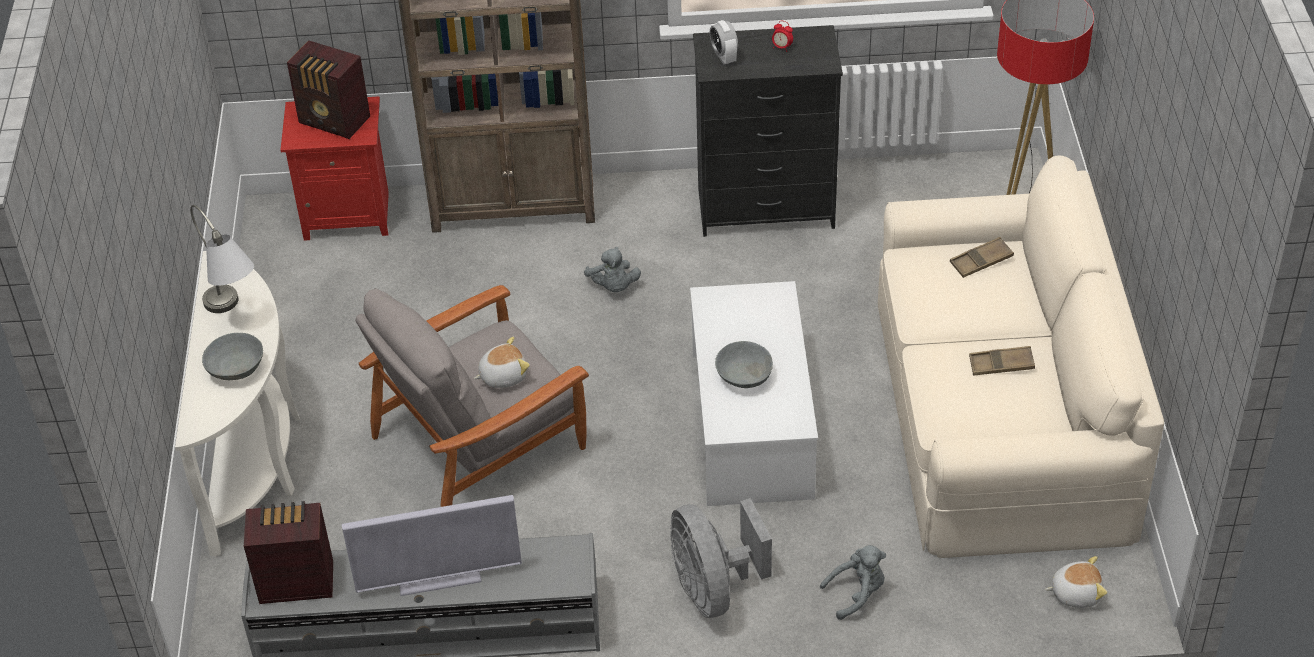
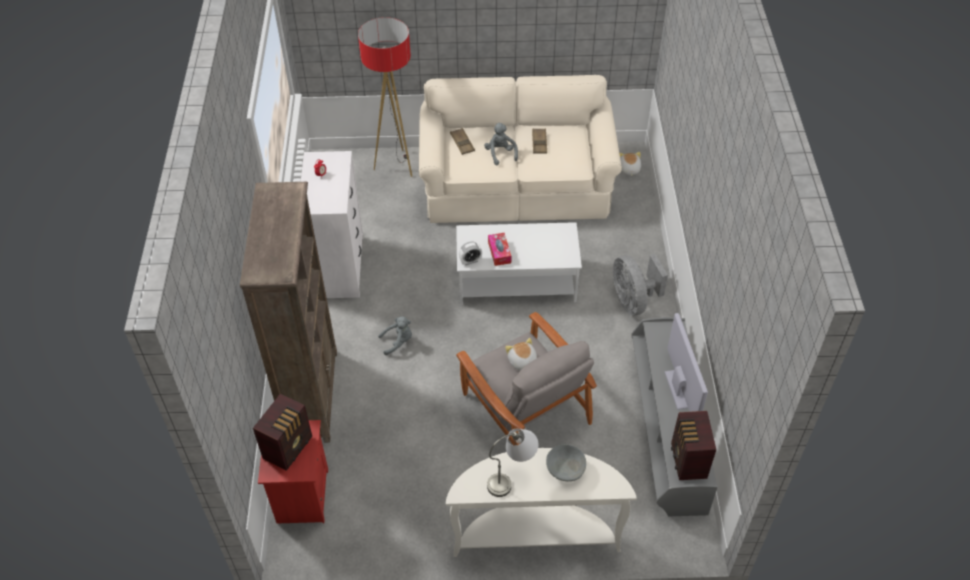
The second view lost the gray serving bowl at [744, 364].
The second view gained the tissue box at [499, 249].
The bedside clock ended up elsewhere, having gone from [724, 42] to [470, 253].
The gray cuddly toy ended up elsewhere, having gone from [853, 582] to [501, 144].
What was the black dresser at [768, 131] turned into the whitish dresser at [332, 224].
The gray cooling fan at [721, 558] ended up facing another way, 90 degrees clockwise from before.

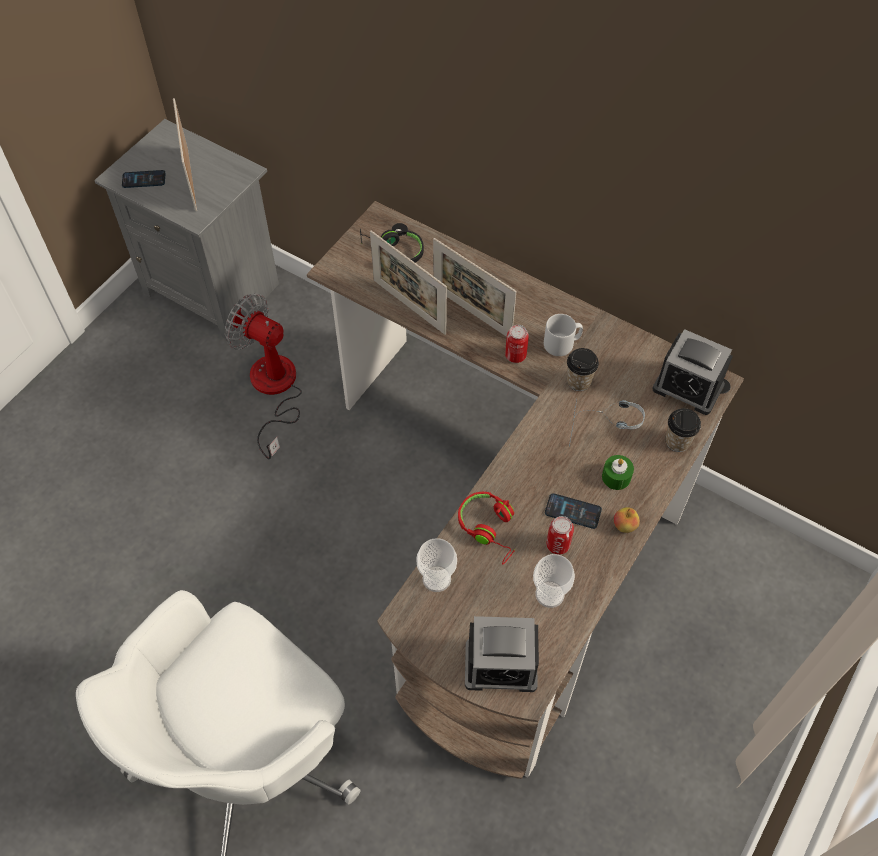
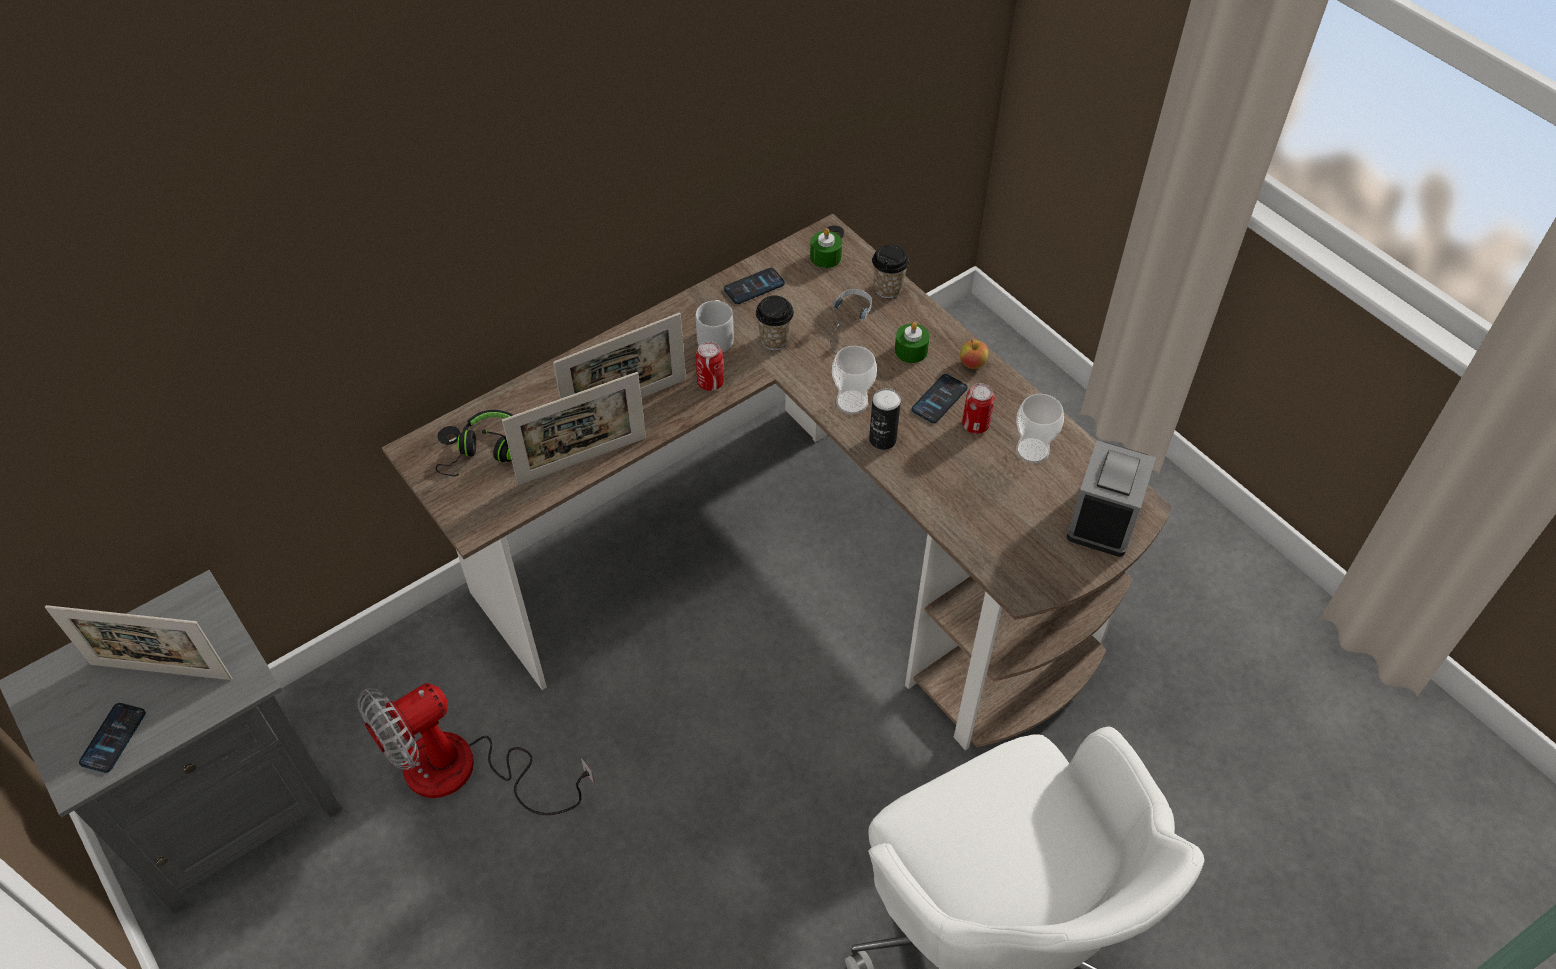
The second view lost the red headset at [487, 528].
The second view gained the handset at [754, 286].
The second view gained the sealed can at [885, 419].
The small cup ended up elsewhere, having gone from [436, 565] to [854, 380].
Where the bedside clock stood at [692, 372], the greenish wax candle came to stand at [826, 248].

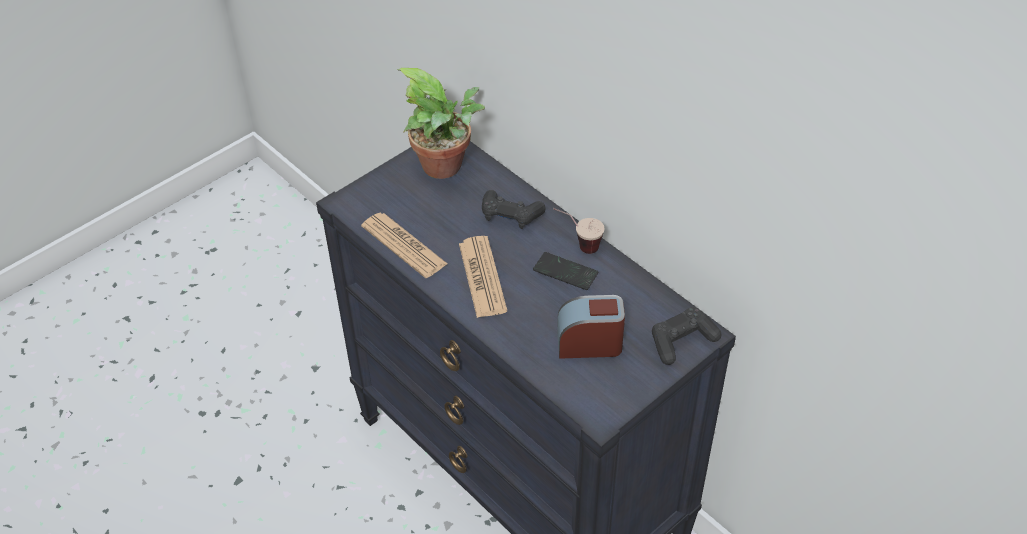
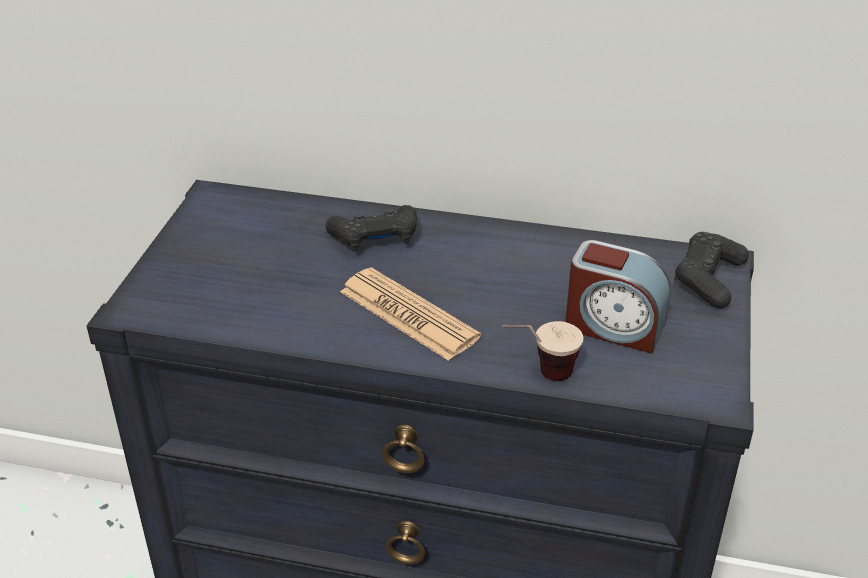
The second view lost the newspaper at [404, 245].
The second view lost the plant in a pot at [440, 123].
The second view lost the handset at [565, 271].
The small cup ended up elsewhere, having gone from [578, 231] to [542, 351].
The bedside clock at [591, 327] ended up facing another way, 120 degrees counterclockwise from before.

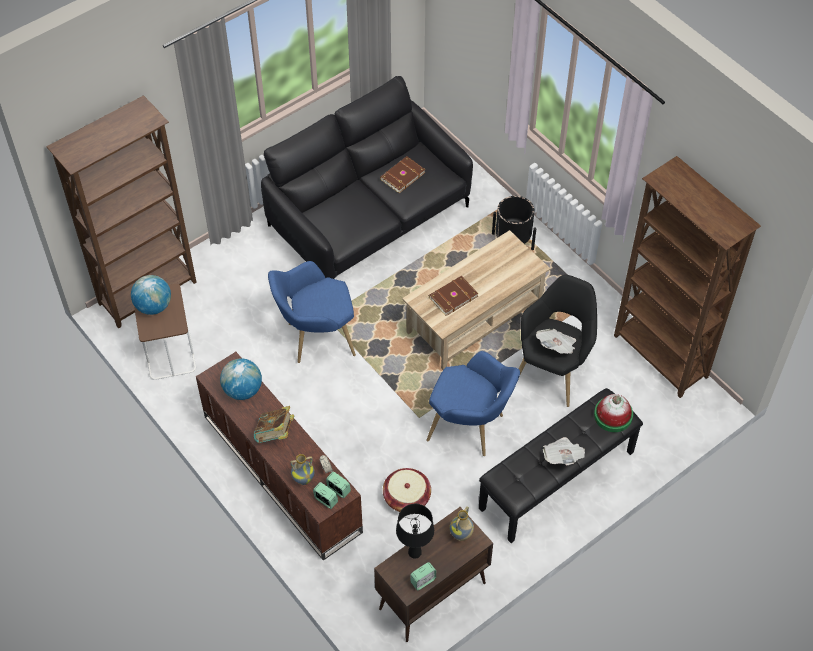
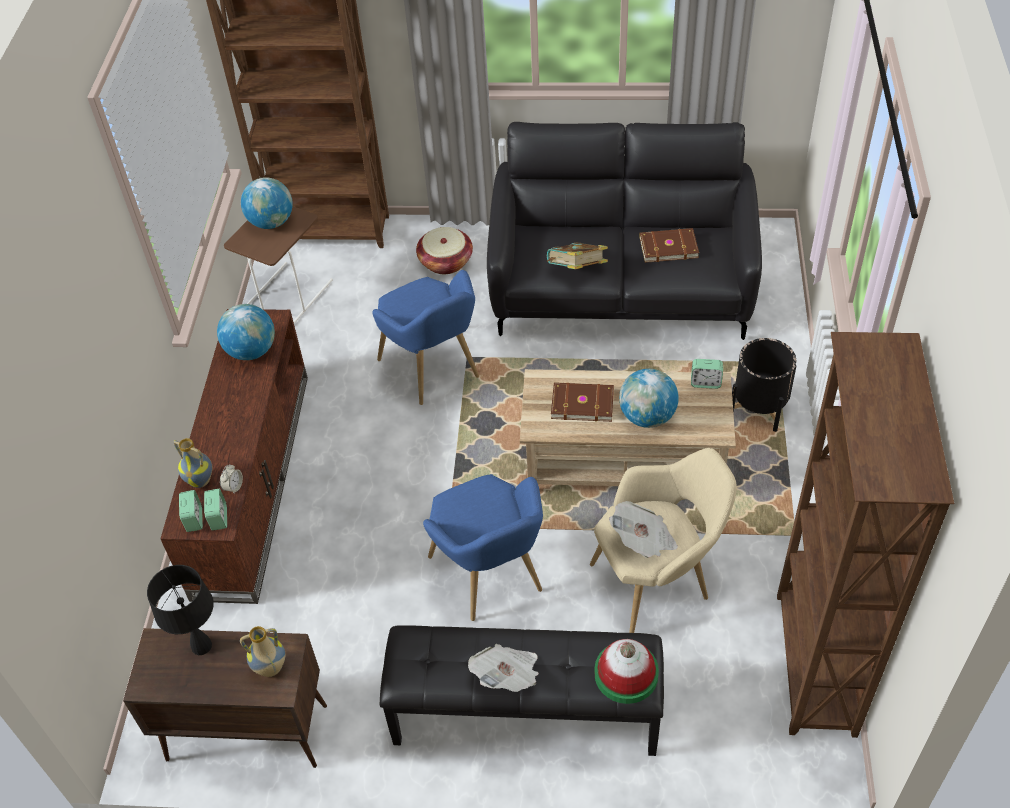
The second view gained the world globe at [648, 398].
The volume ended up elsewhere, having gone from [274, 424] to [577, 255].
The household basket ended up elsewhere, having gone from [407, 490] to [444, 250].
The bedside clock ended up elsewhere, having gone from [423, 576] to [707, 374].
What was the black lounge chair at [558, 341] turned into the sand-coloured lounge chair at [663, 540].
The blue-coloured lounge chair at [312, 312] ended up facing another way, 150 degrees counterclockwise from before.

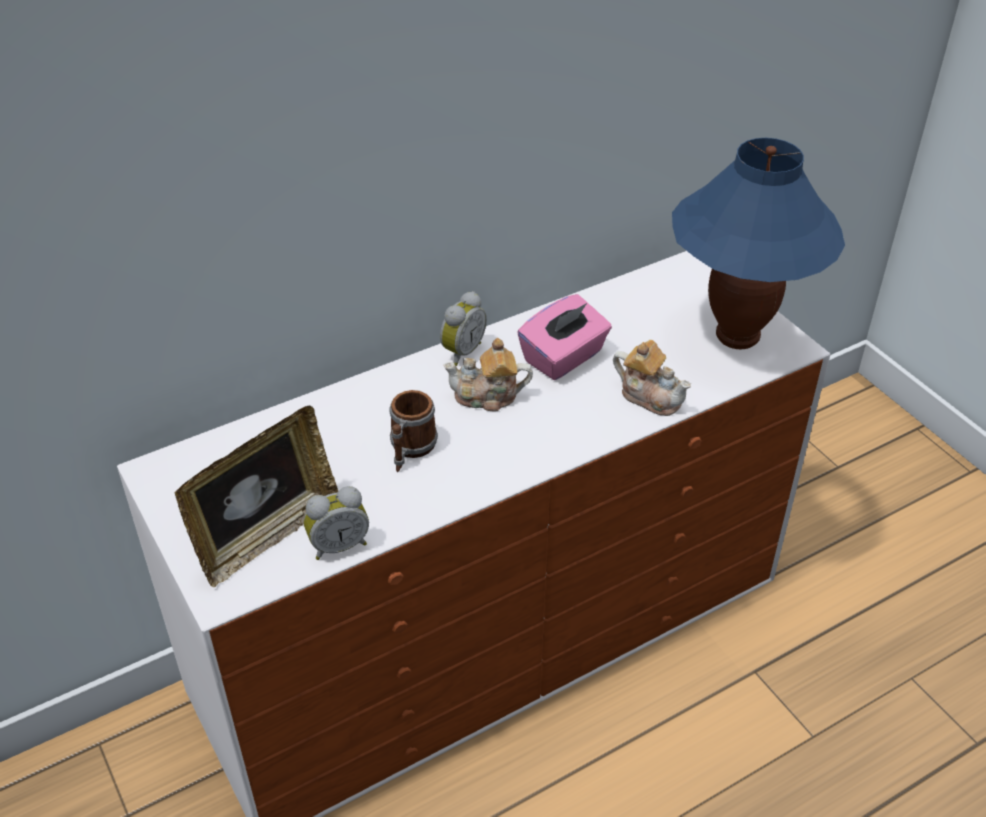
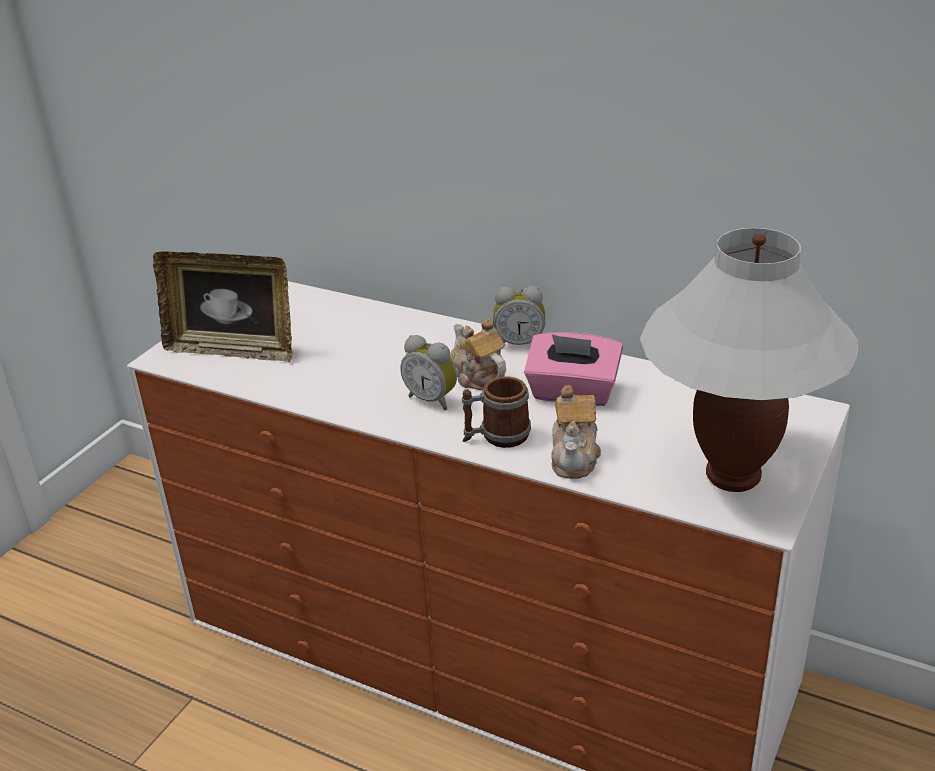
The bedside clock ended up elsewhere, having gone from [336, 523] to [428, 372].
The coffee mug ended up elsewhere, having gone from [413, 431] to [496, 412].
What was the blue-coloured table lamp at [758, 243] turned into the whitish table lamp at [749, 360].

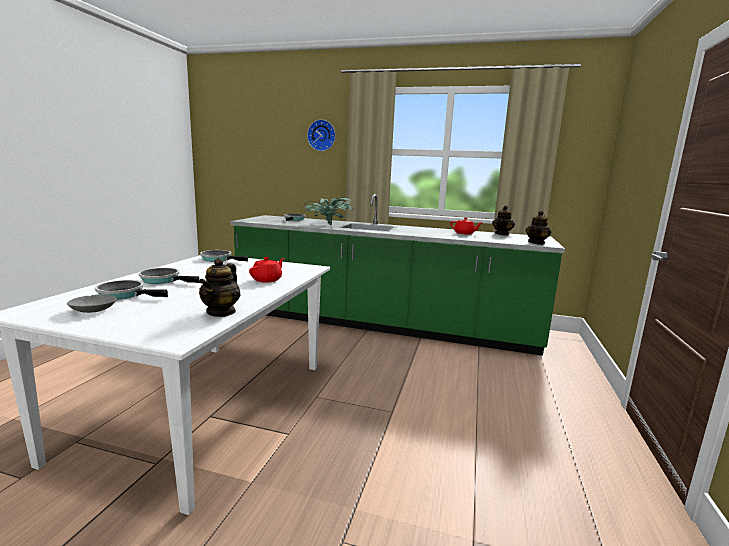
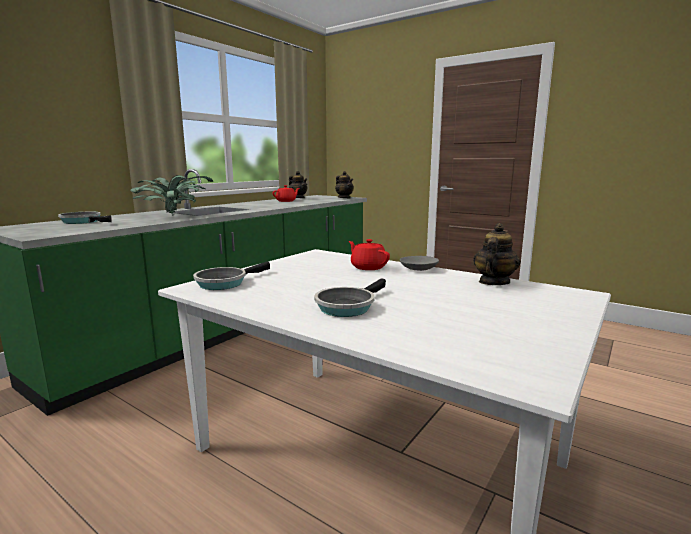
The second view lost the skillet at [131, 290].
The second view lost the hanging clock at [321, 135].
The gray serving bowl ended up elsewhere, having gone from [92, 303] to [419, 263].
The teapot at [220, 287] ended up facing another way, 90 degrees counterclockwise from before.

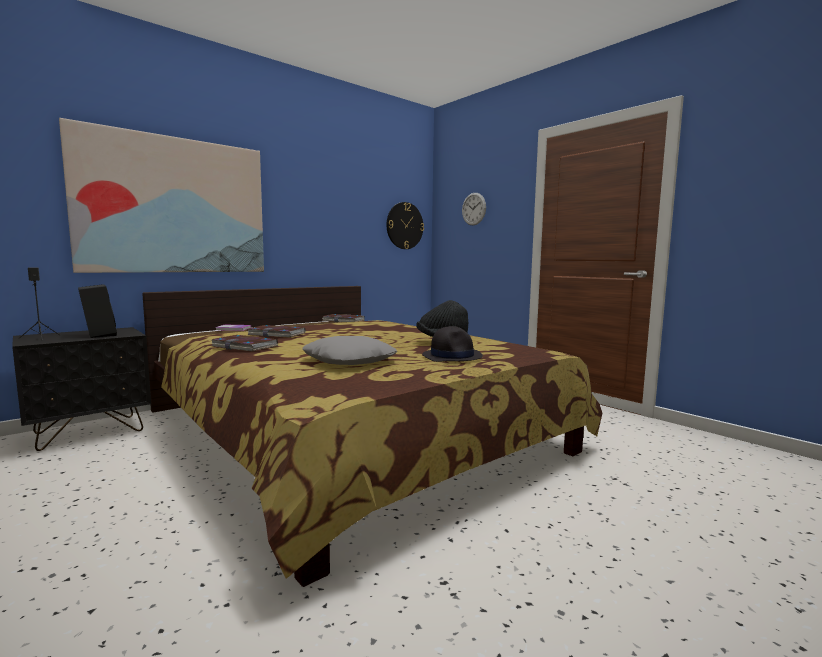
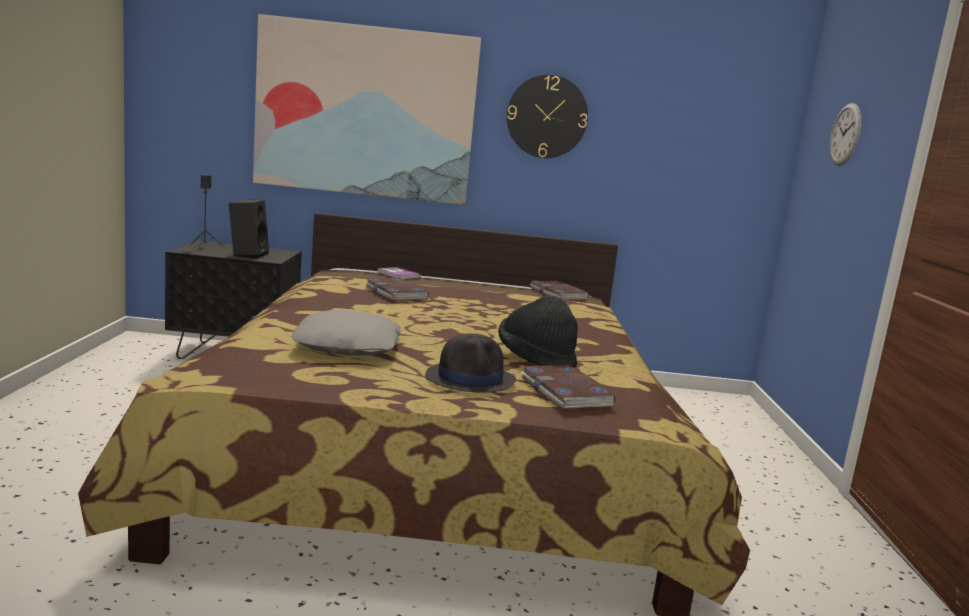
The volume ended up elsewhere, having gone from [245, 343] to [567, 387].
The hanging clock ended up elsewhere, having gone from [405, 225] to [547, 116].

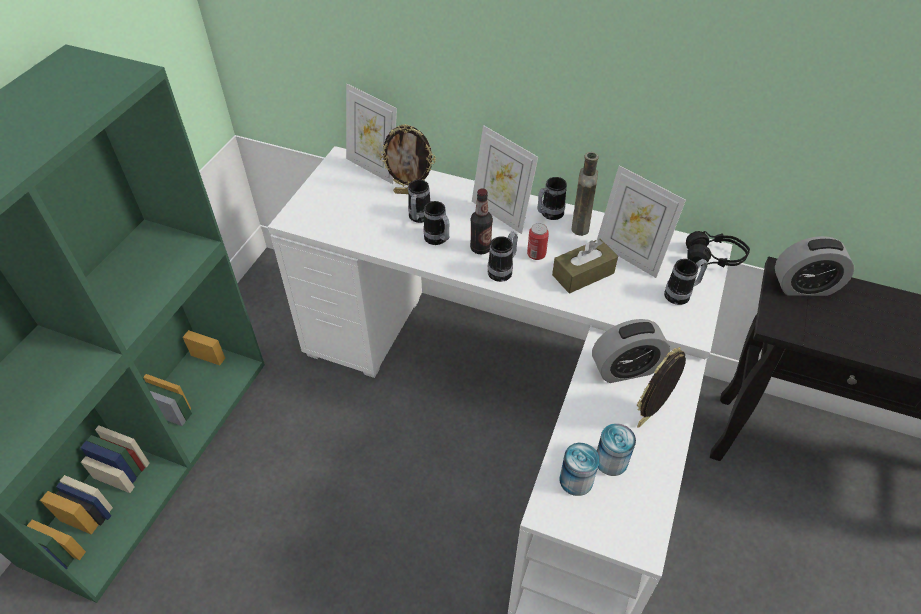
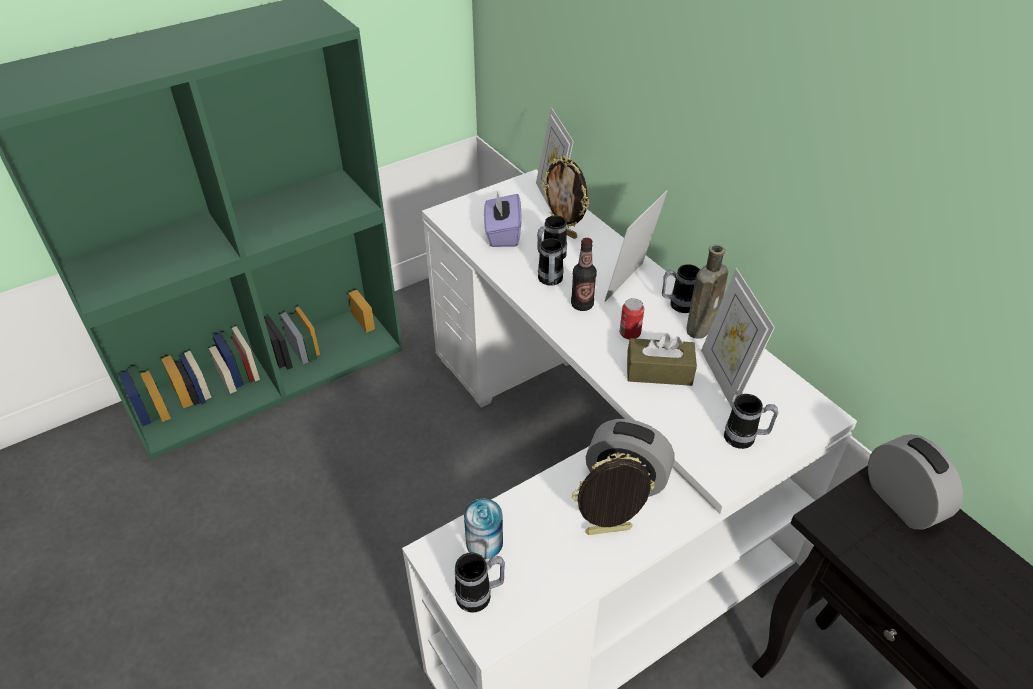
The second view lost the sealed can at [616, 449].
The second view lost the black headset at [718, 249].
The second view gained the purplish tissue box at [503, 219].
The coffee mug ended up elsewhere, having gone from [503, 257] to [480, 582].
The standing frame at [505, 179] ended up facing another way, 45 degrees clockwise from before.
The bedside clock at [814, 266] ended up facing another way, 150 degrees counterclockwise from before.

